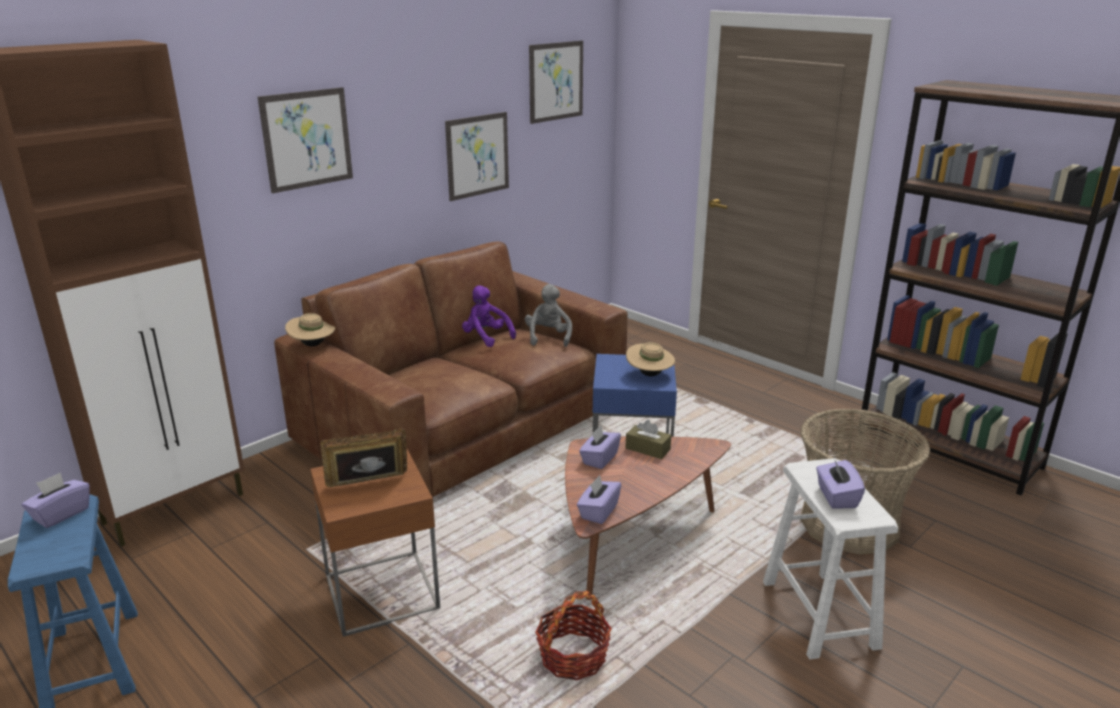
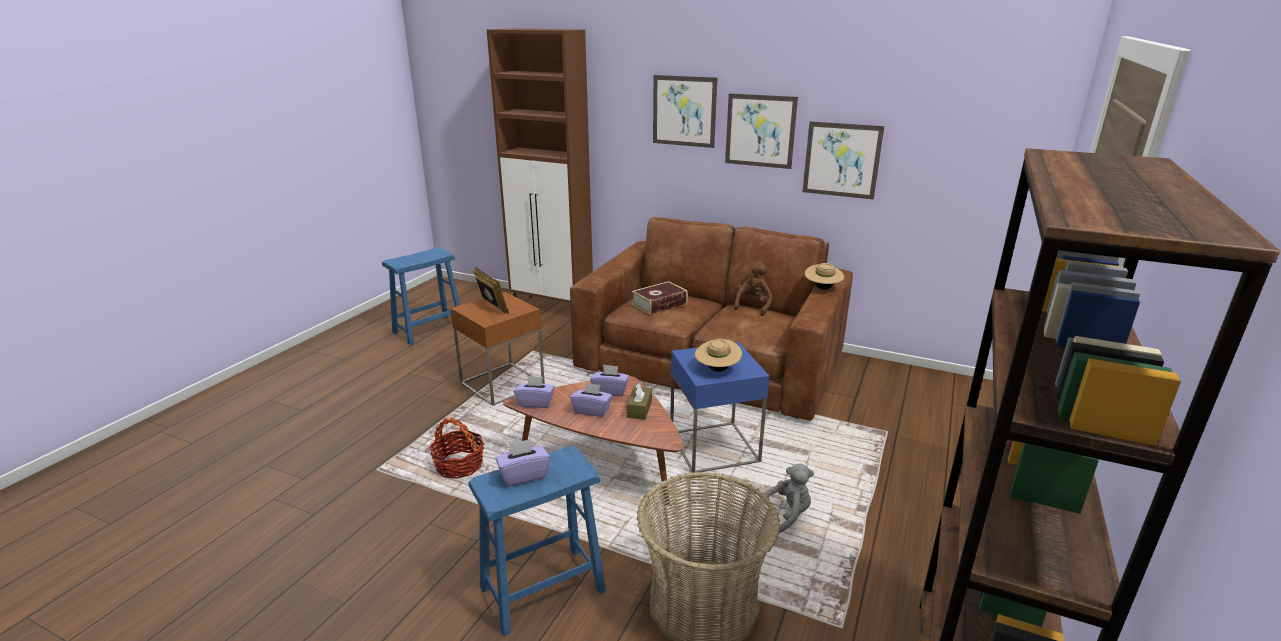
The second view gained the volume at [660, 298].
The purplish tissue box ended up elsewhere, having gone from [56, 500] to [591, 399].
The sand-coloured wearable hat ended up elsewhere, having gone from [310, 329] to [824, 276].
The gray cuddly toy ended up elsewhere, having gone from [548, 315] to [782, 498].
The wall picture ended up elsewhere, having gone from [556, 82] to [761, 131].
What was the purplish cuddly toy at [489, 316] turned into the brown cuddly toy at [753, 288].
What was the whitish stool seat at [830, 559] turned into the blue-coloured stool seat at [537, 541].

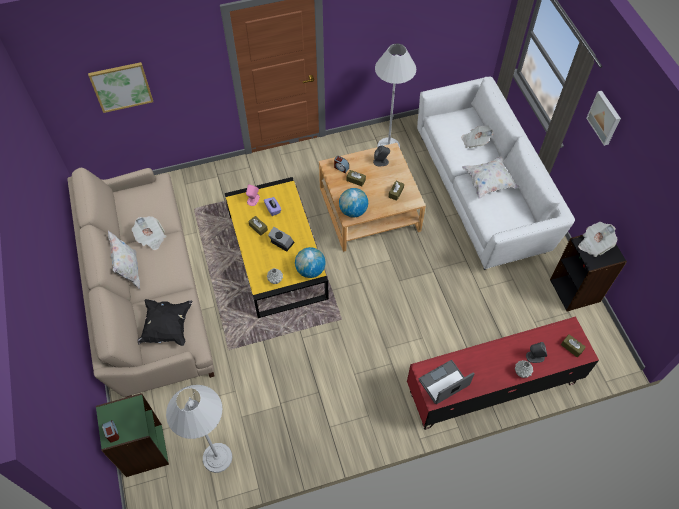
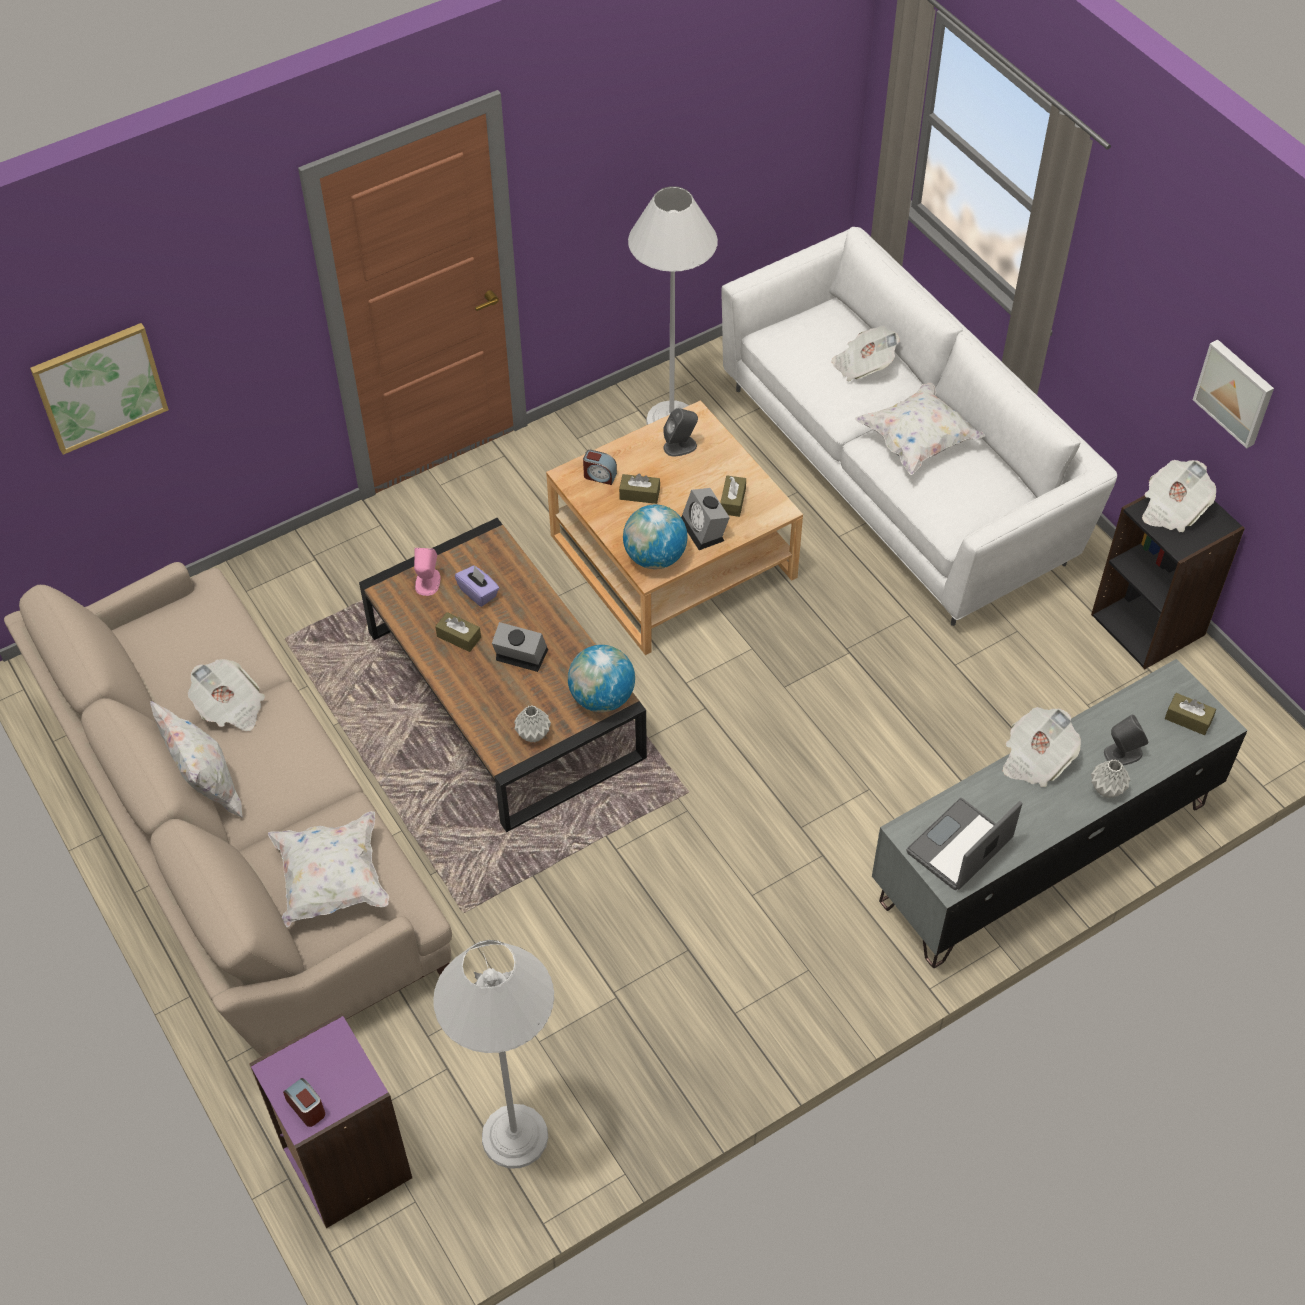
The second view gained the bedside clock at [705, 519].
The second view gained the newspaper at [1041, 747].
The wall picture ended up elsewhere, having gone from [603, 118] to [1233, 394].
What was the greenish shelving unit at [132, 435] turned into the purplish shelving unit at [330, 1120].
What was the black throw pillow at [165, 322] turned into the whitish throw pillow at [328, 869].
What was the yellowish coffee table at [277, 247] turned into the brown coffee table at [503, 675].
What was the red tv stand at [503, 373] turned into the gray tv stand at [1060, 813].

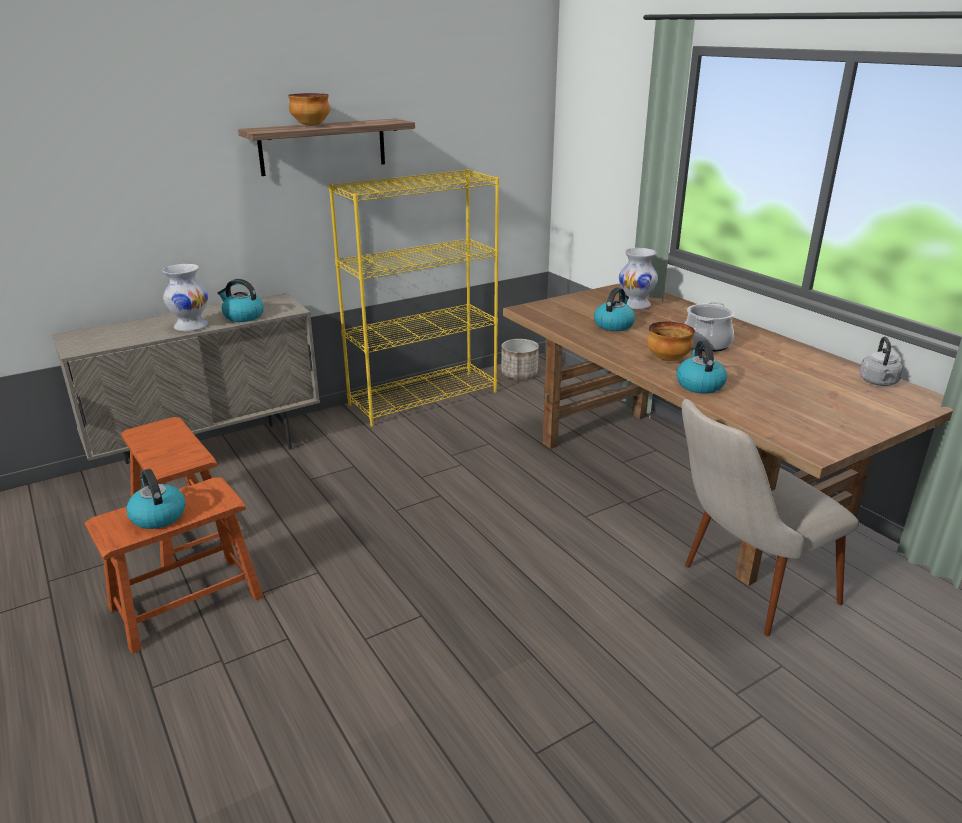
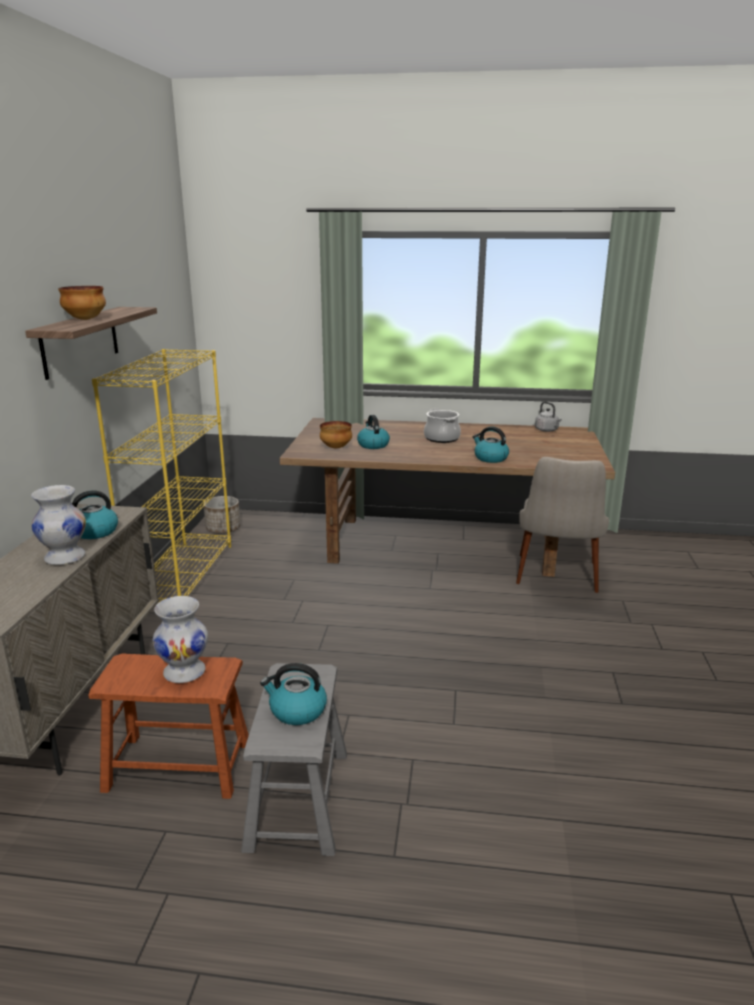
The whitish decorative vase ended up elsewhere, having gone from [638, 278] to [180, 639].
The serving bowl ended up elsewhere, having gone from [671, 341] to [336, 434].
What was the brown stool seat at [174, 565] turned into the gray stool seat at [294, 759].

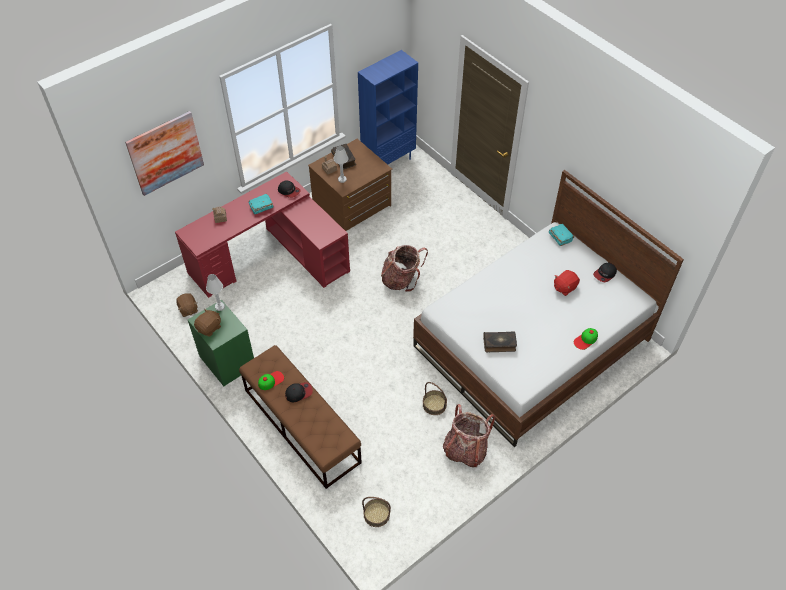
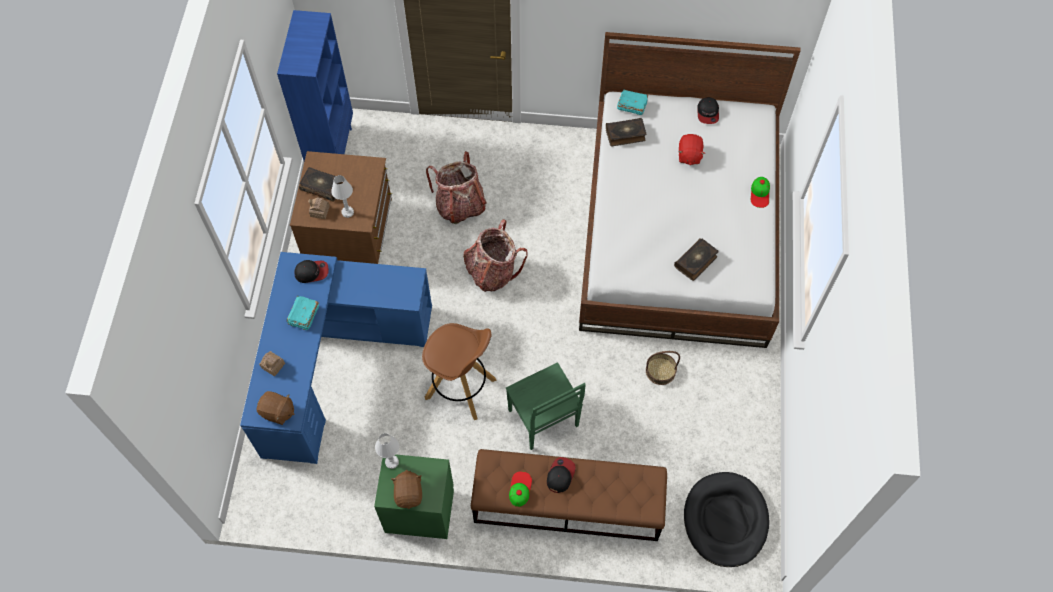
The second view lost the wall picture at [164, 153].
The second view gained the brown stool seat at [459, 371].
The second view gained the greenish chair at [546, 406].
The second view gained the volume at [626, 132].
The brown cuddly toy ended up elsewhere, having gone from [187, 305] to [276, 408].
The knapsack ended up elsewhere, having gone from [469, 435] to [456, 187].
Where the household basket stood at [376, 512], the black pet bed came to stand at [726, 519].
What was the red desk table at [262, 234] turned into the blue-coloured desk table at [336, 358].

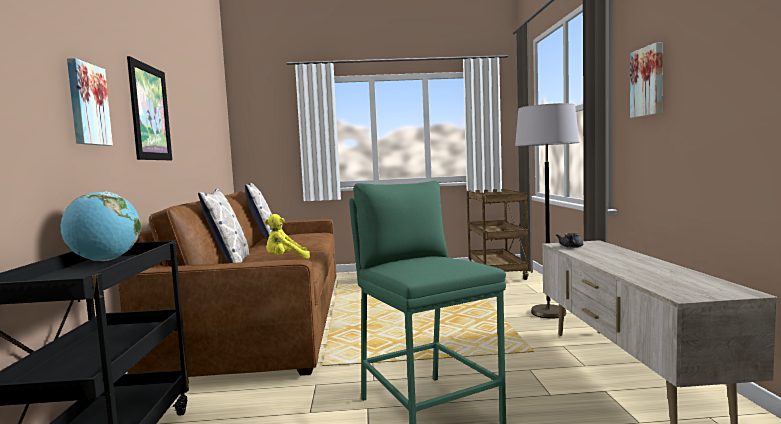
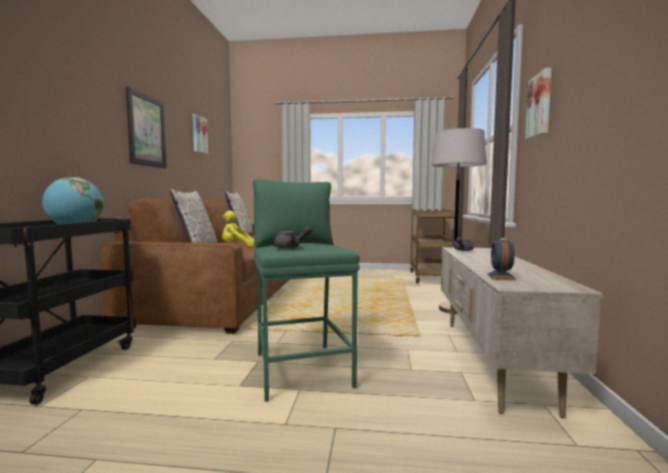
The second view gained the gray teapot at [292, 237].
The second view gained the bedside clock at [501, 259].
The wall picture ended up elsewhere, having gone from [90, 102] to [200, 134].

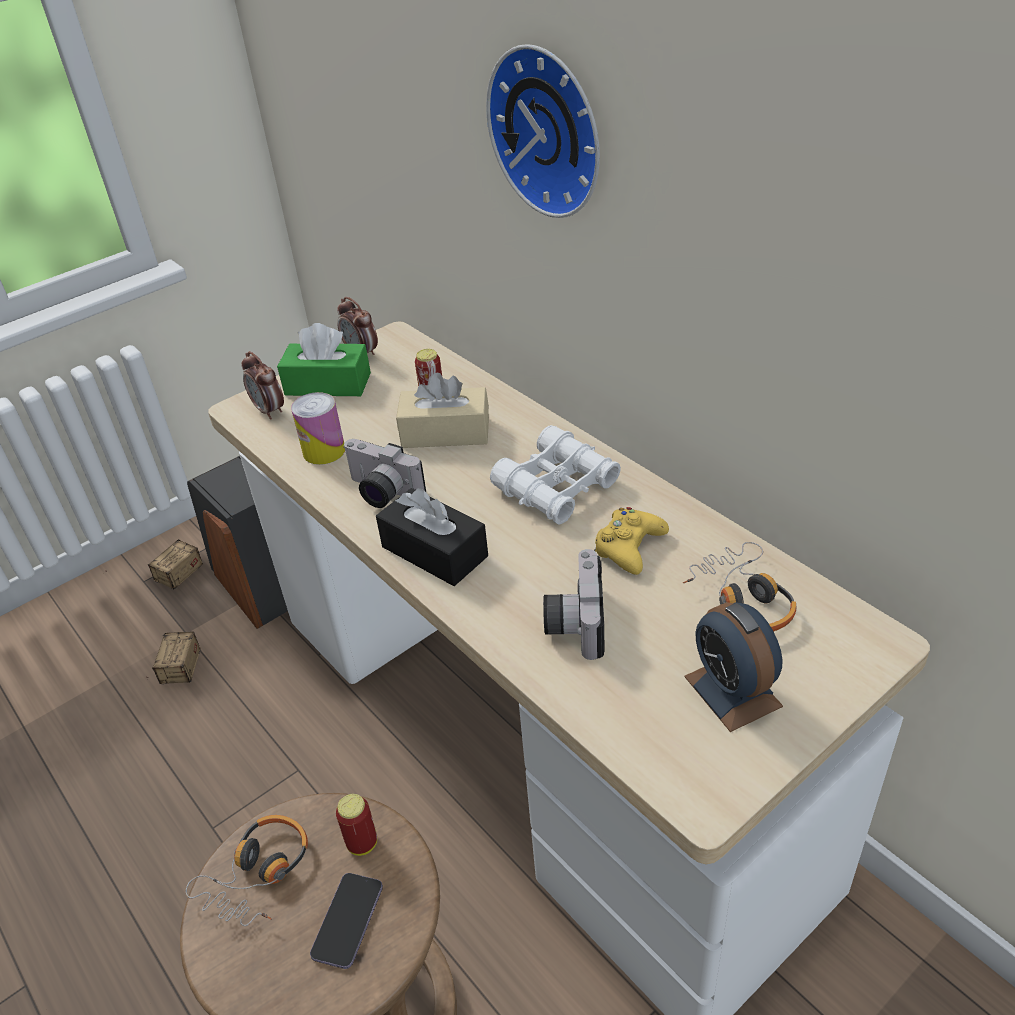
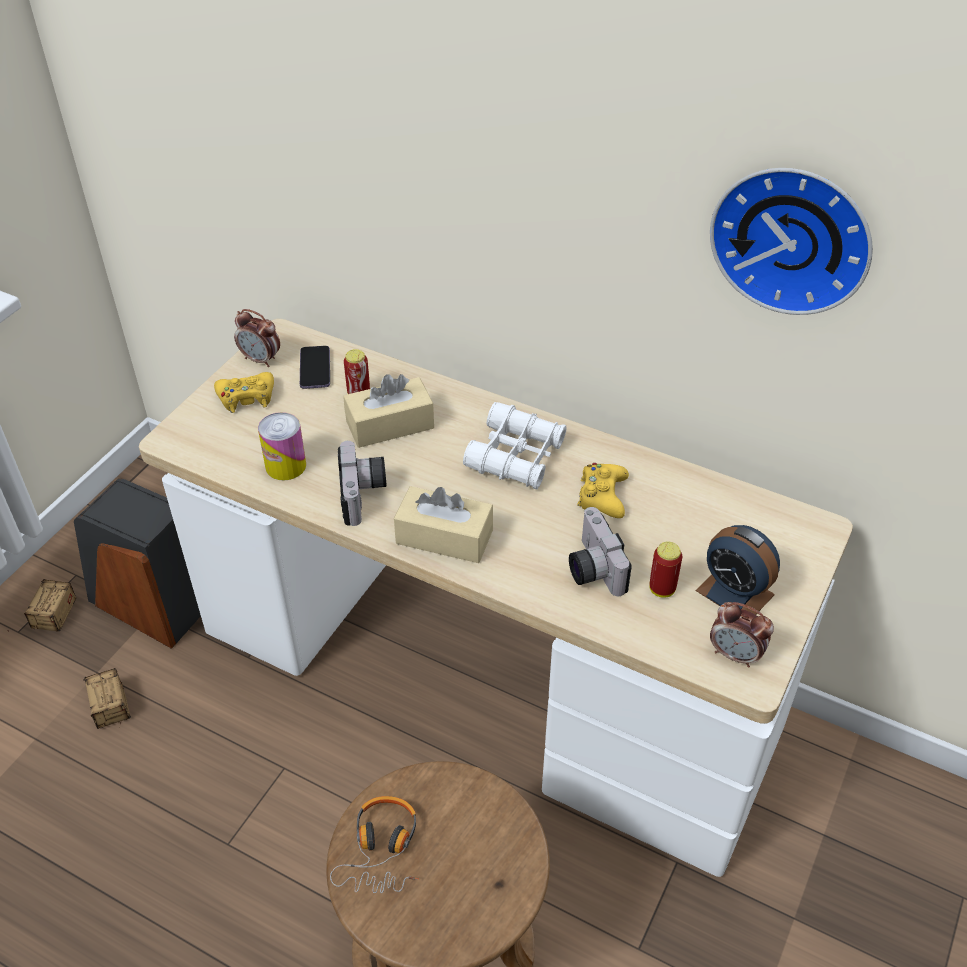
The second view lost the headset at [739, 586].
The bedside clock ended up elsewhere, having gone from [262, 385] to [742, 635].
The handset ended up elsewhere, having gone from [346, 921] to [315, 367].
The sealed can ended up elsewhere, having gone from [356, 825] to [666, 569].
The hanging clock ended up elsewhere, having gone from [543, 131] to [791, 241].
Where the greenish tissue box stood at [324, 359], the yellowish game controller came to stand at [244, 392].
What was the black tissue box at [432, 537] turned into the sand-coloured tissue box at [443, 524].
The photo camera at [384, 473] ended up facing another way, 105 degrees counterclockwise from before.

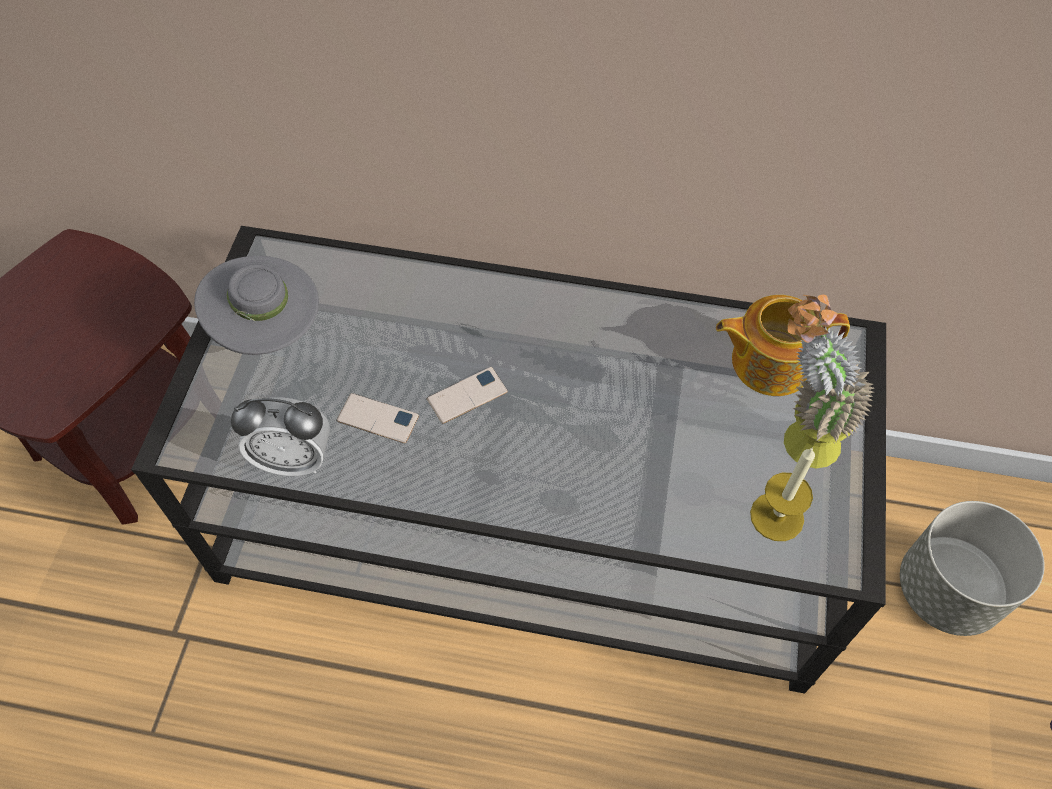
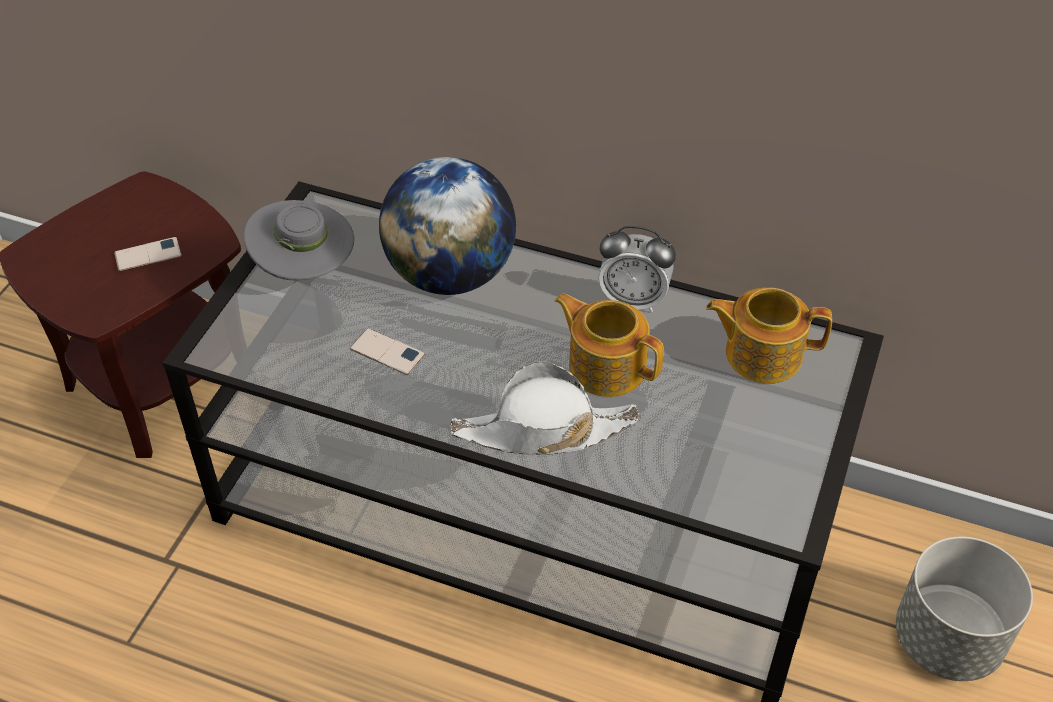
The second view lost the wax candle at [782, 494].
The second view lost the plant in a pot at [829, 382].
The second view gained the world globe at [447, 226].
The second view gained the whitish wearable hat at [545, 408].
The second view gained the teapot at [609, 345].
The bedside clock ended up elsewhere, having gone from [280, 436] to [637, 269].
The handset ended up elsewhere, having gone from [467, 395] to [148, 254].

